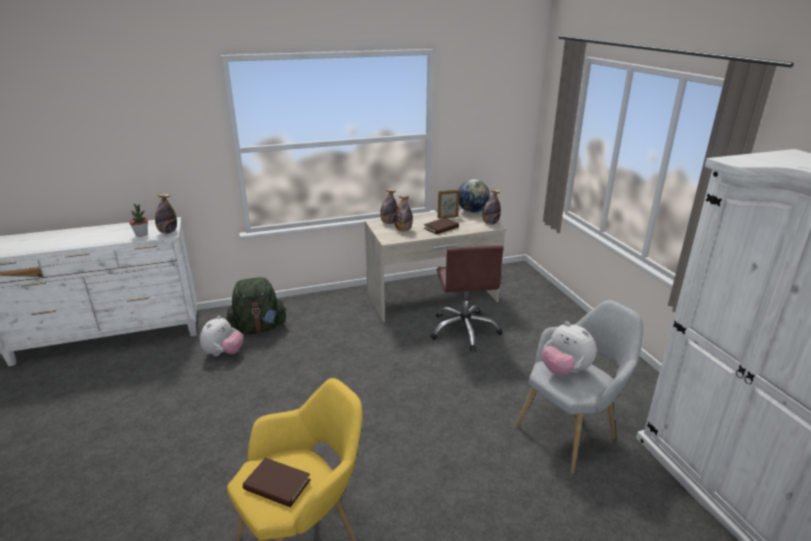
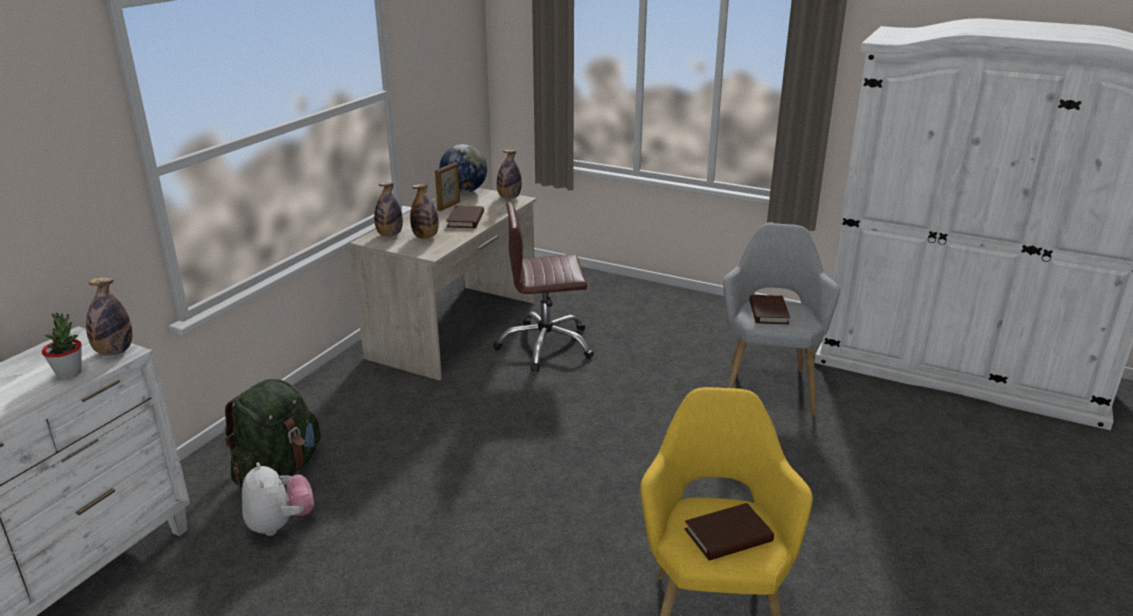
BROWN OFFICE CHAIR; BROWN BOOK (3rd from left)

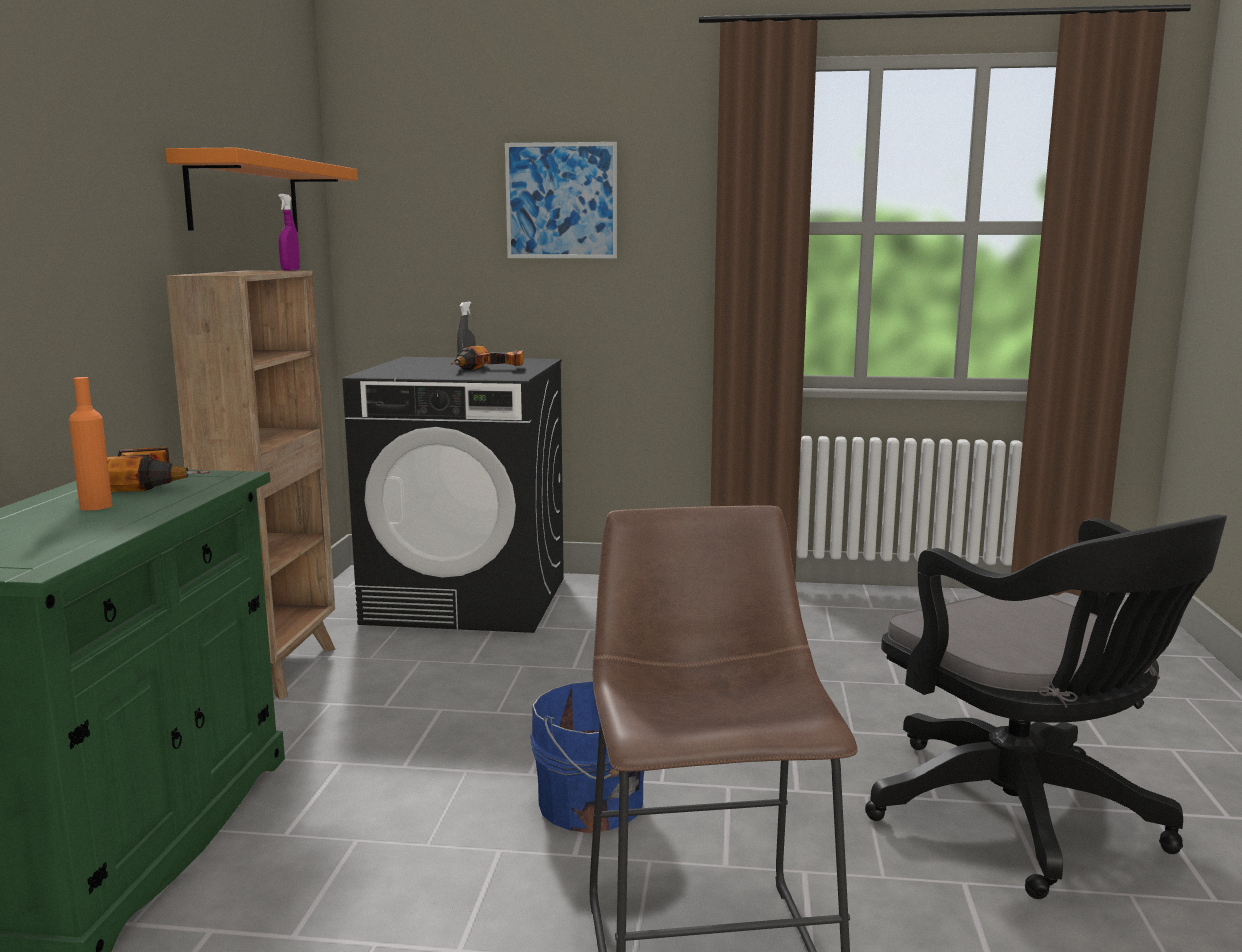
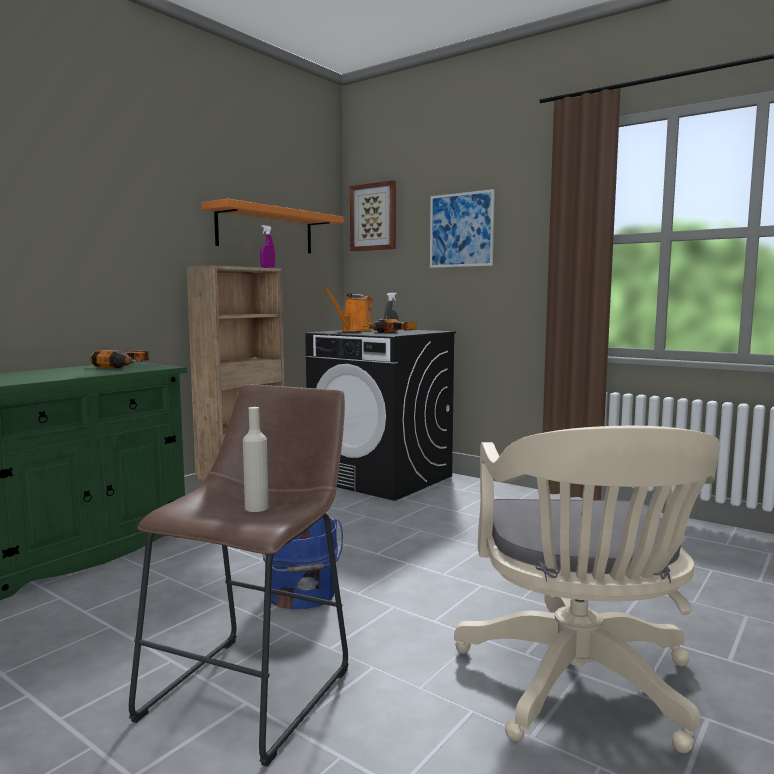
BEIGE BOTTLE; ORANGE WATERING CAN; PICTURE (1st from left); BEIGE OFFICE CHAIR; ORANGE BOTTLE

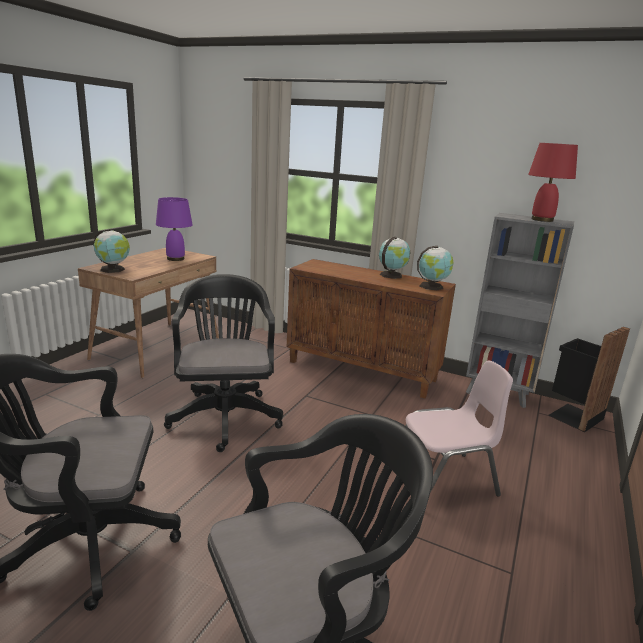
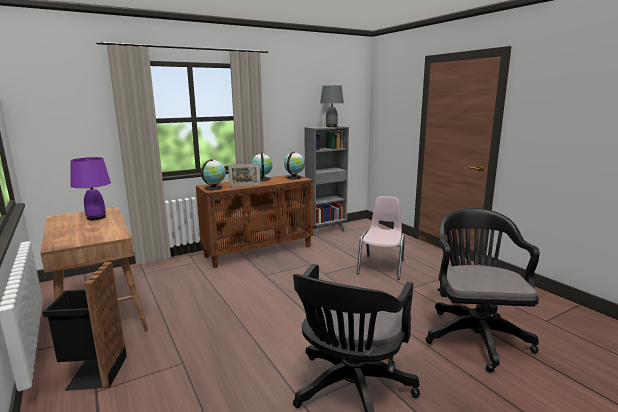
BLACK TRASH CAN; GLOBE (1st from left); PICTURE FRAME; GREY TABLE LAMP; BLACK OFFICE CHAIR (2nd from left in the first image)

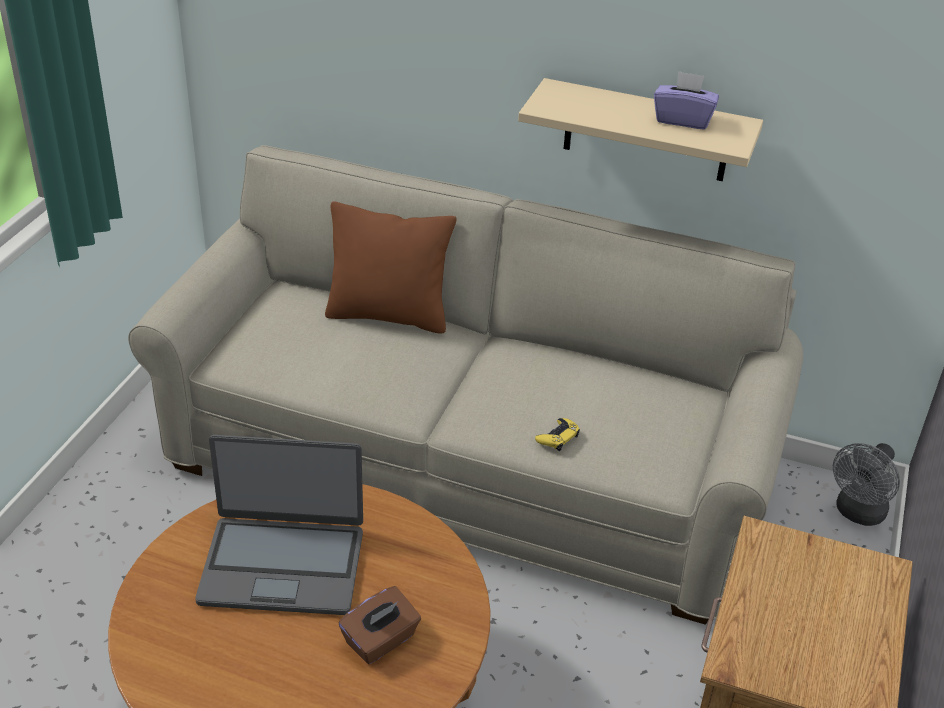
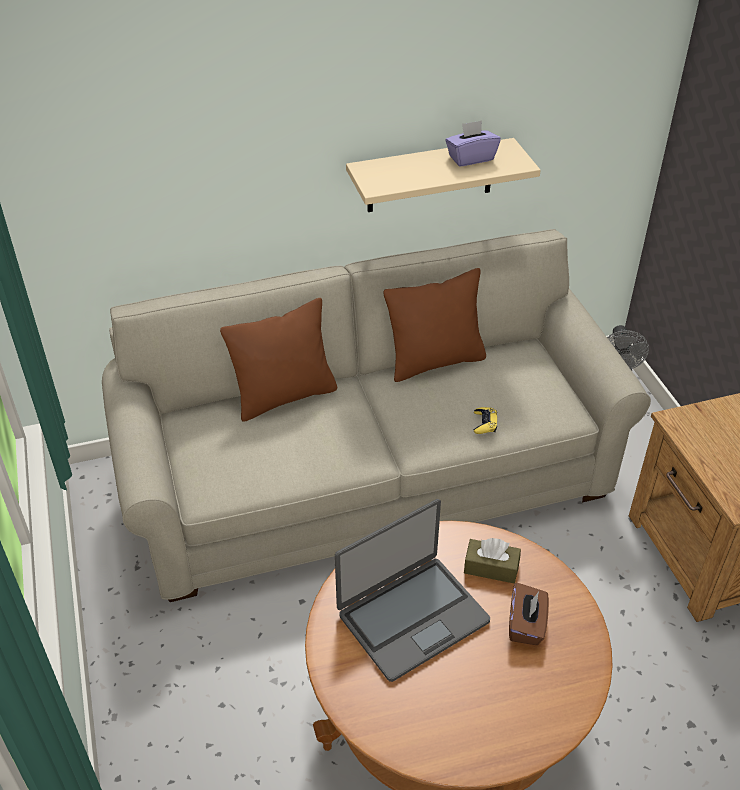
BROWN PILLOW (2nd from left); BROWN TISSUE BOX (1st from left)

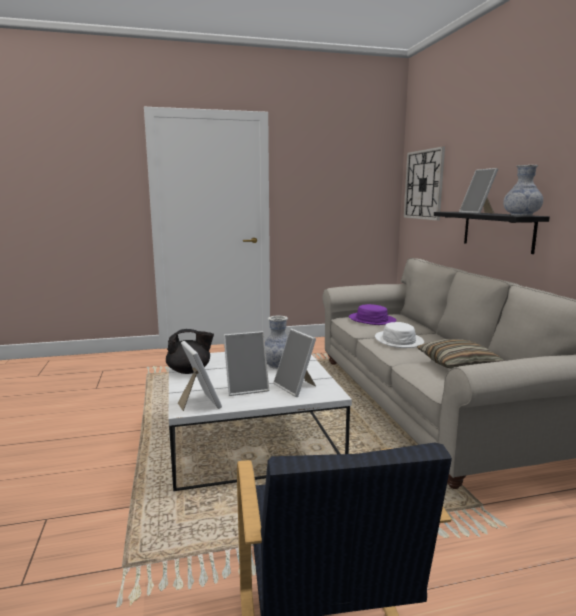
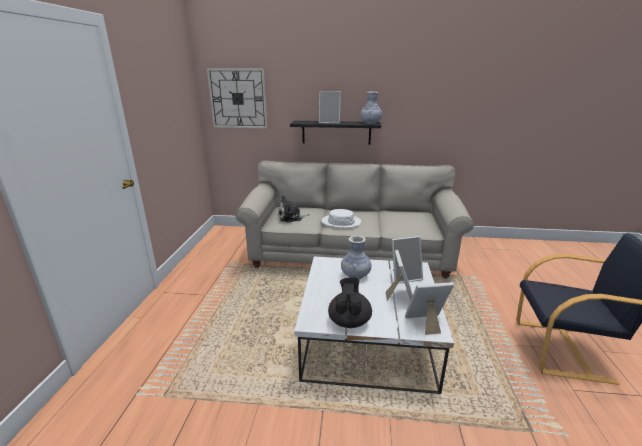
PLUSH TOY; PILLOW

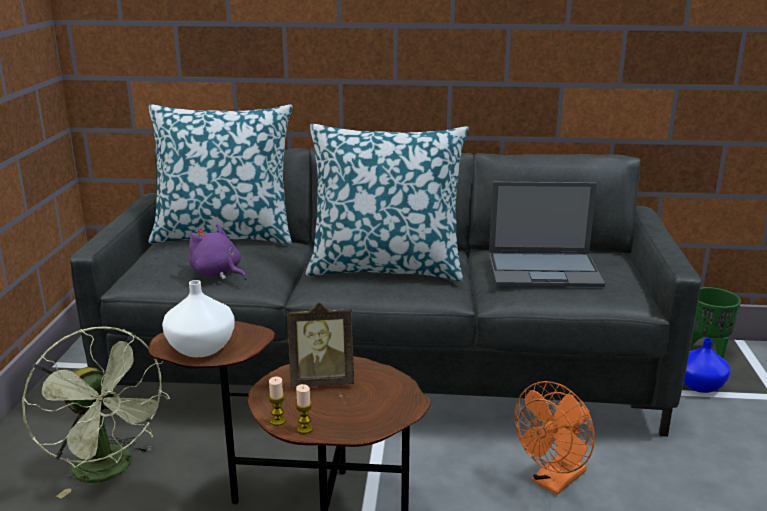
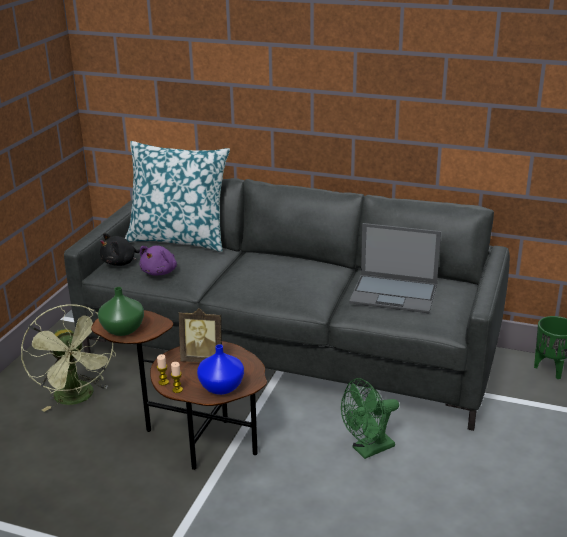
GREEN VASE; BLACK PLUSH TOY; PURPLE PLUSH TOY; BLUE VASE; GREEN FAN (2nd from left); PILLOW (2nd from left in the first image)

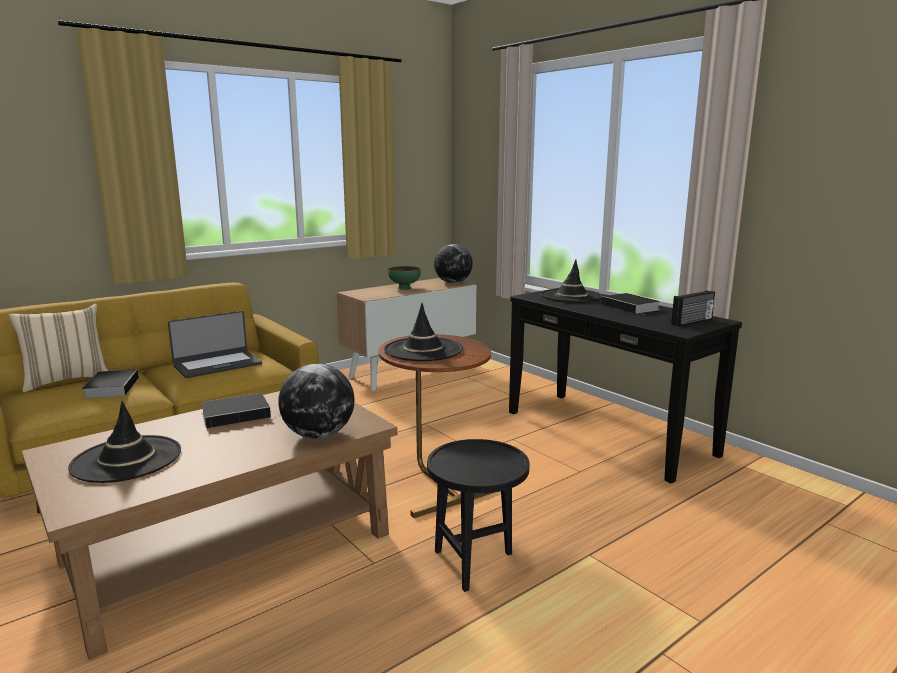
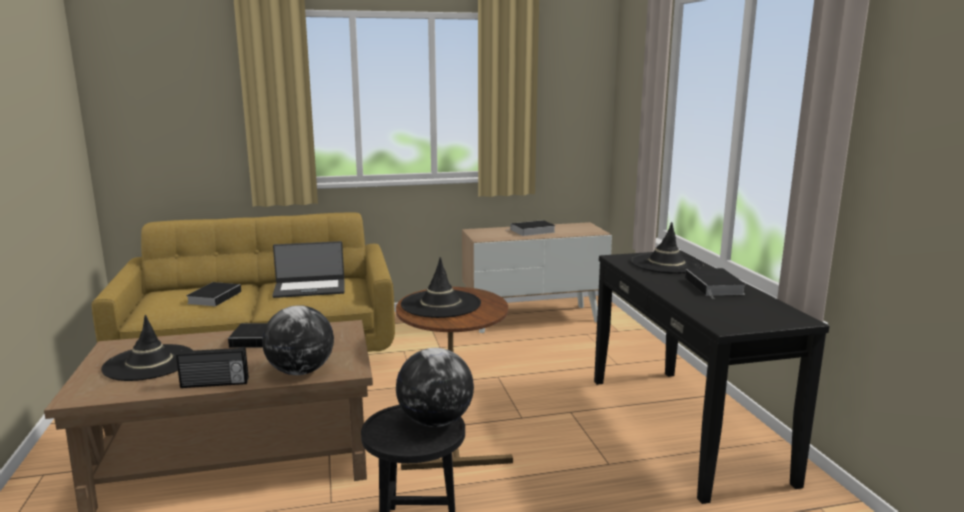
RADIO; GLOBE (2nd from left); BOOK (3rd from left); BEIGE PILLOW

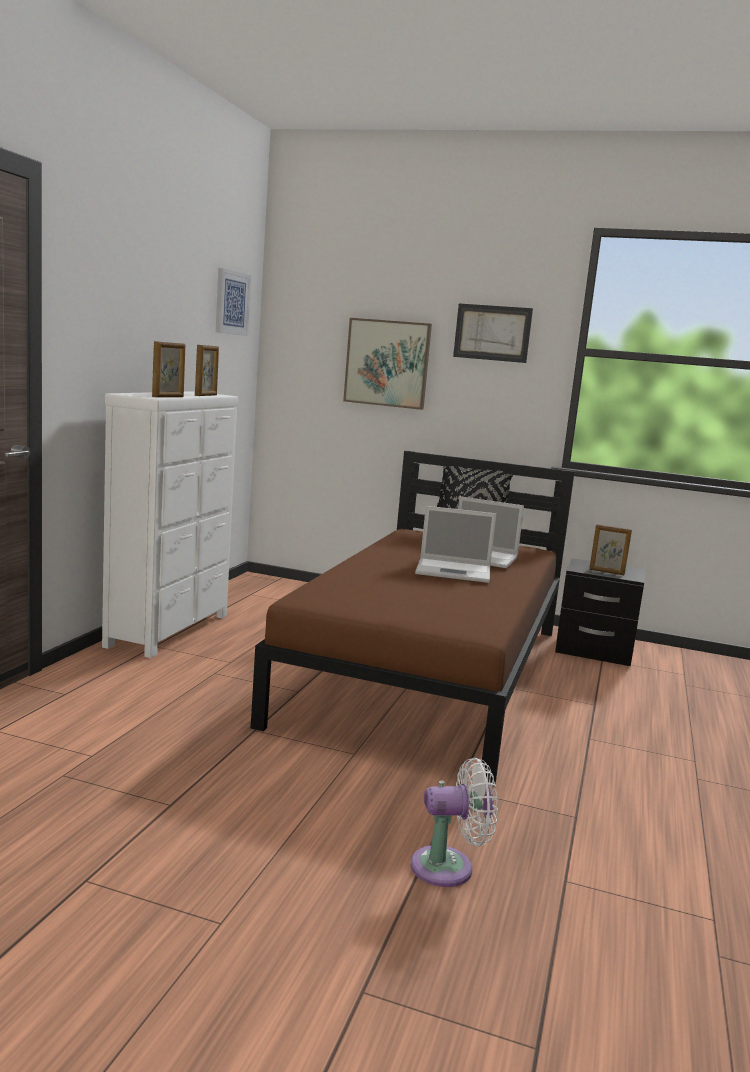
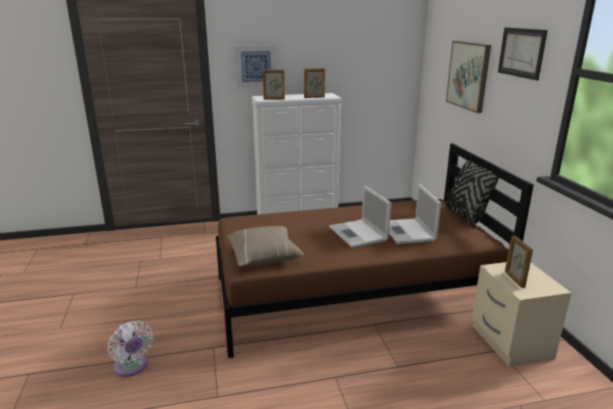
BEIGE PILLOW; PICTURE (1st from left); BEIGE NIGHTSTAND

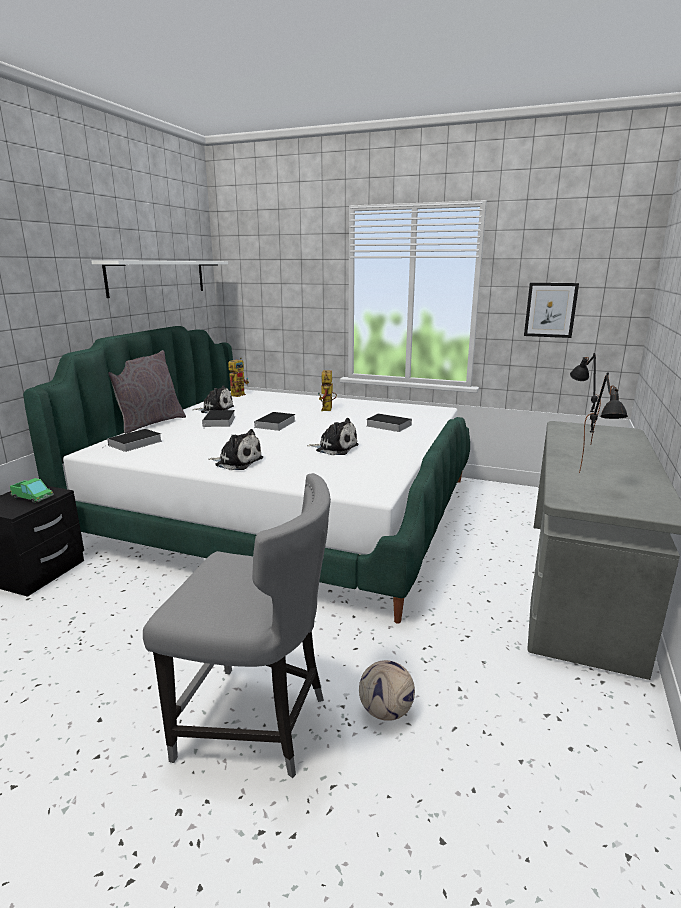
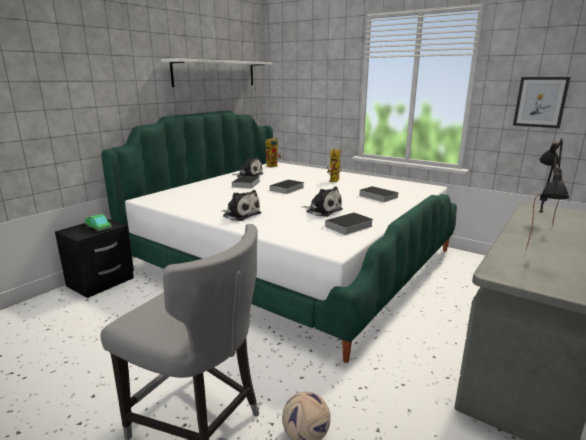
BOOK (3rd from left); GREY PILLOW

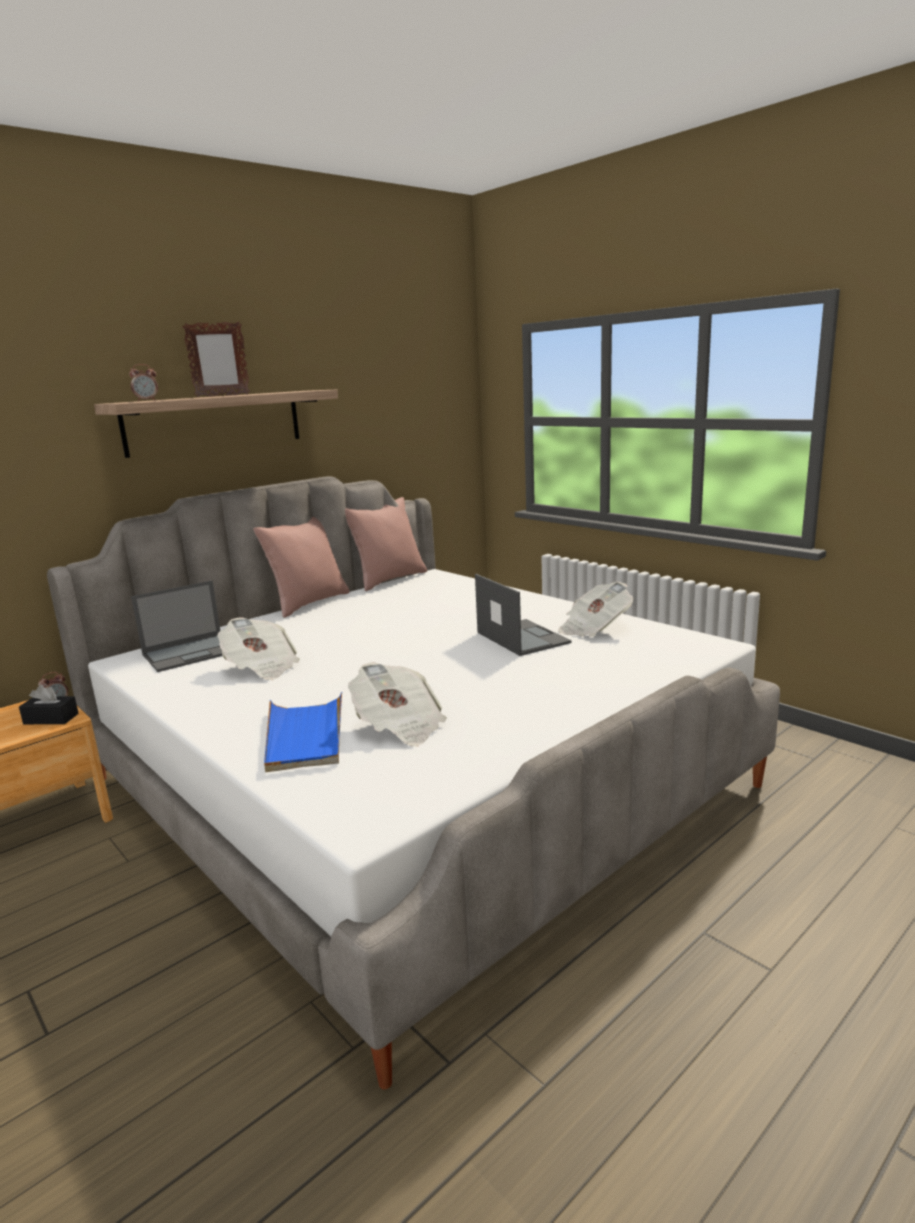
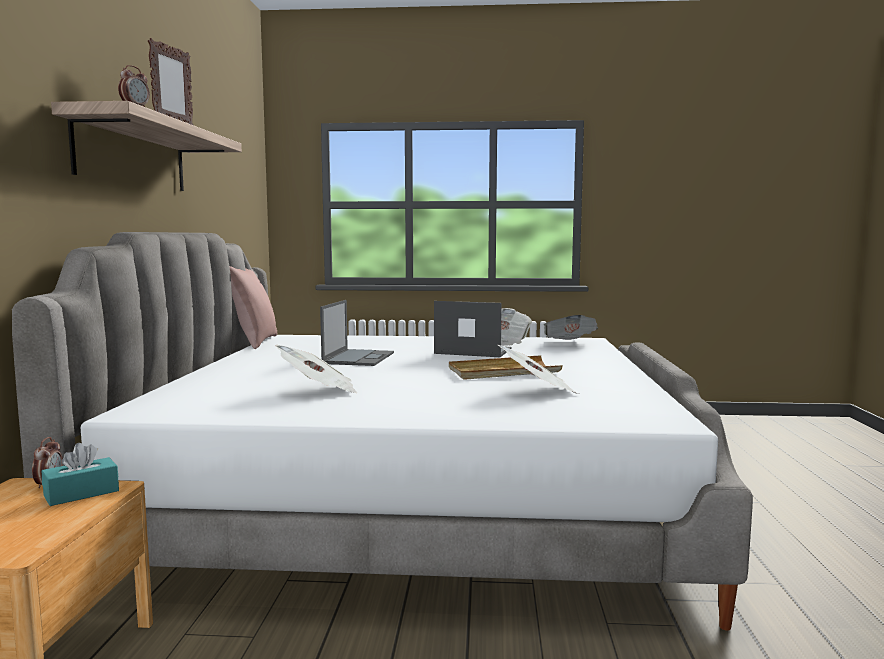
TURQUOISE TISSUE BOX; LAPTOP (1st from left); BEIGE TRAY; NEWSPAPER (4th from left); PINK PILLOW (1st from left in the first image); BLUE TRAY

